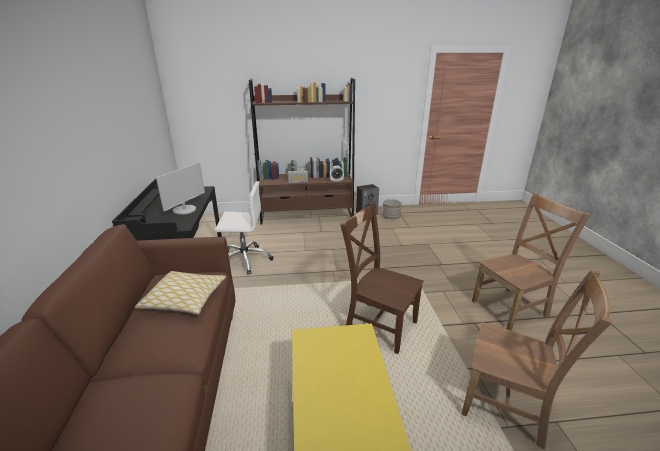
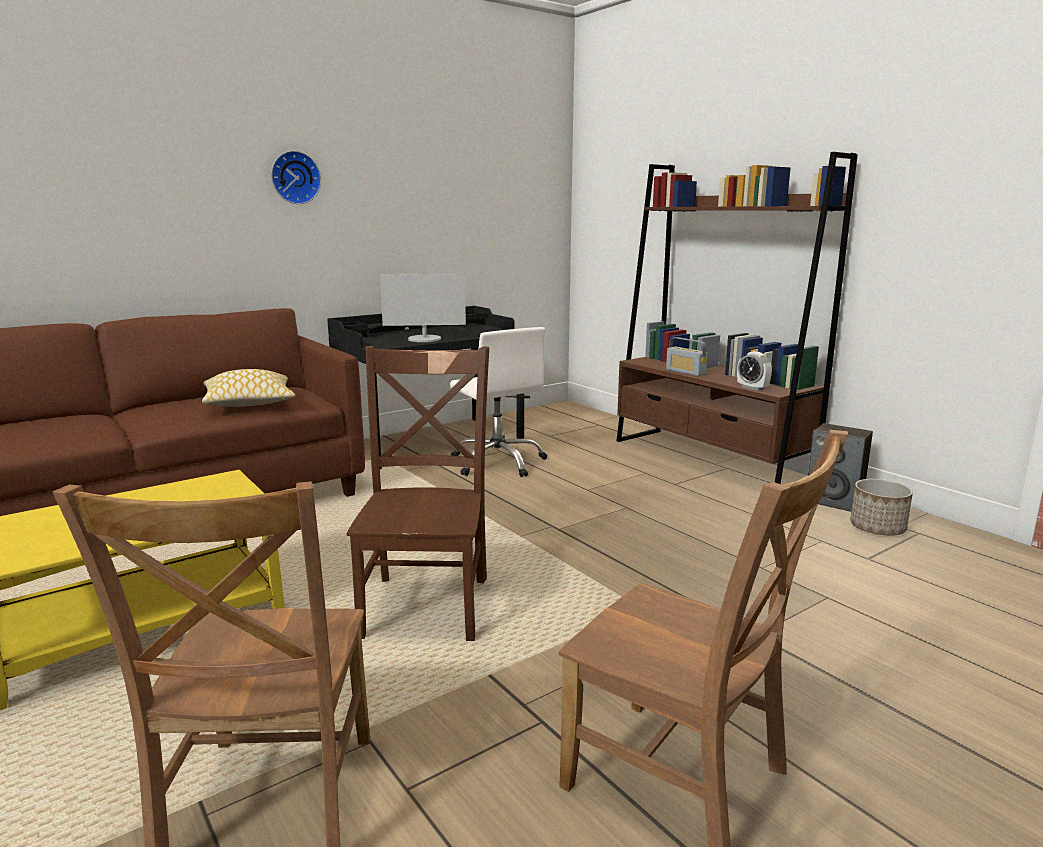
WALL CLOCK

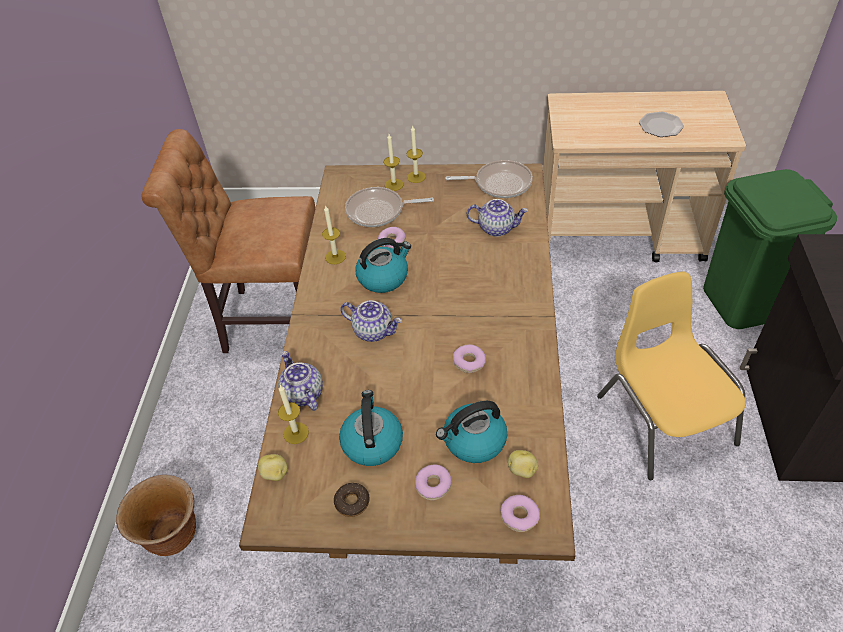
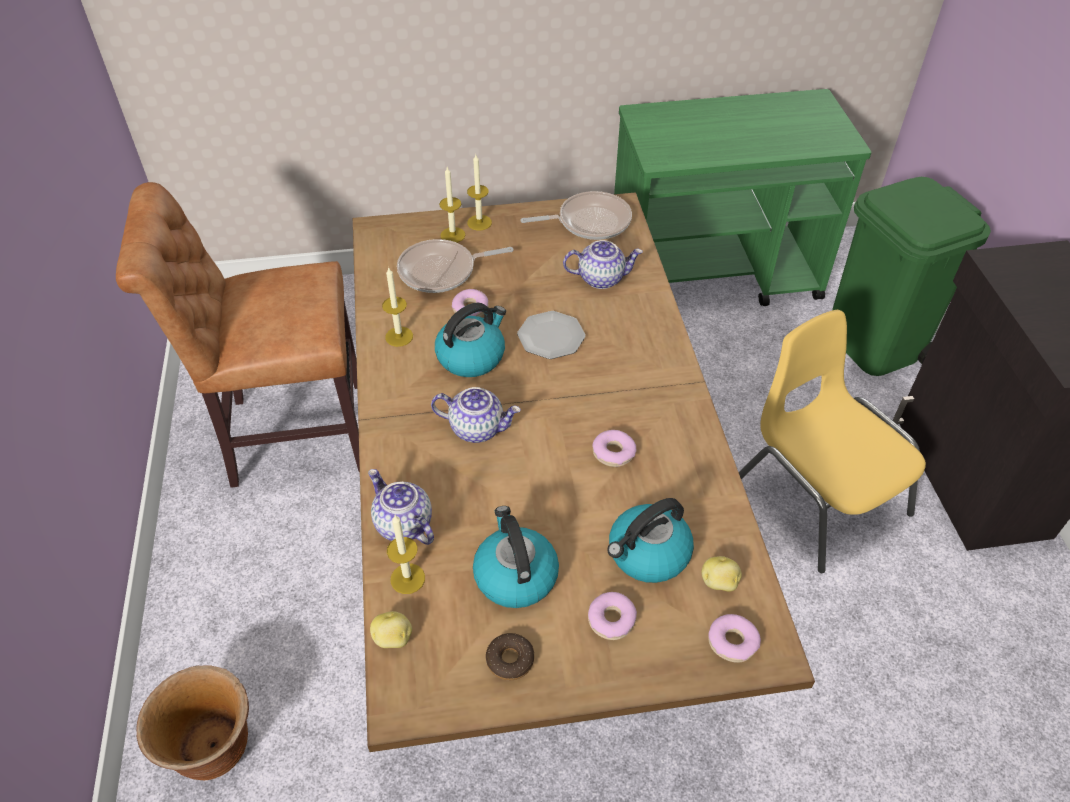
PLATE; GREEN CART

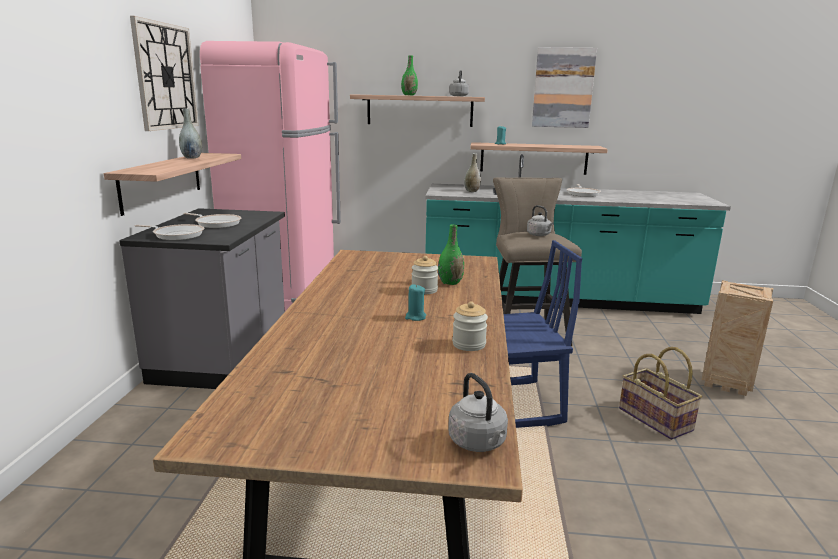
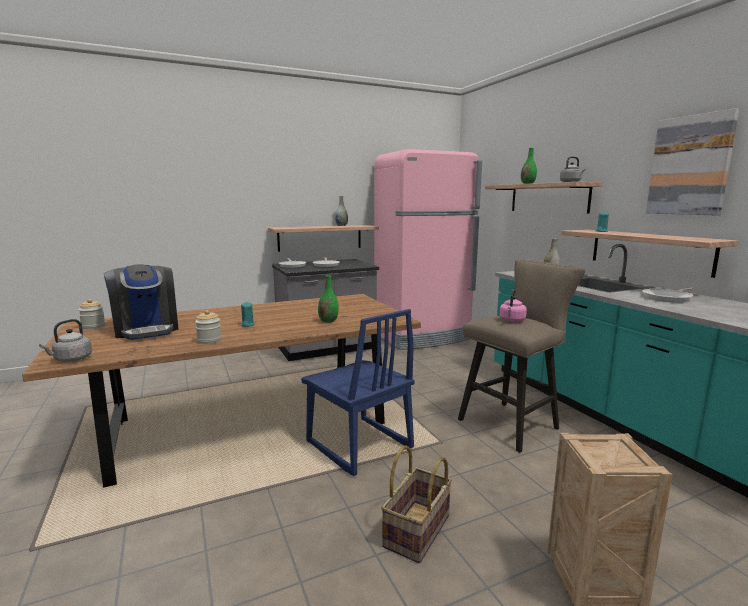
JAR (1st from left); COFFEE MACHINE; PINK KETTLE; WALL CLOCK

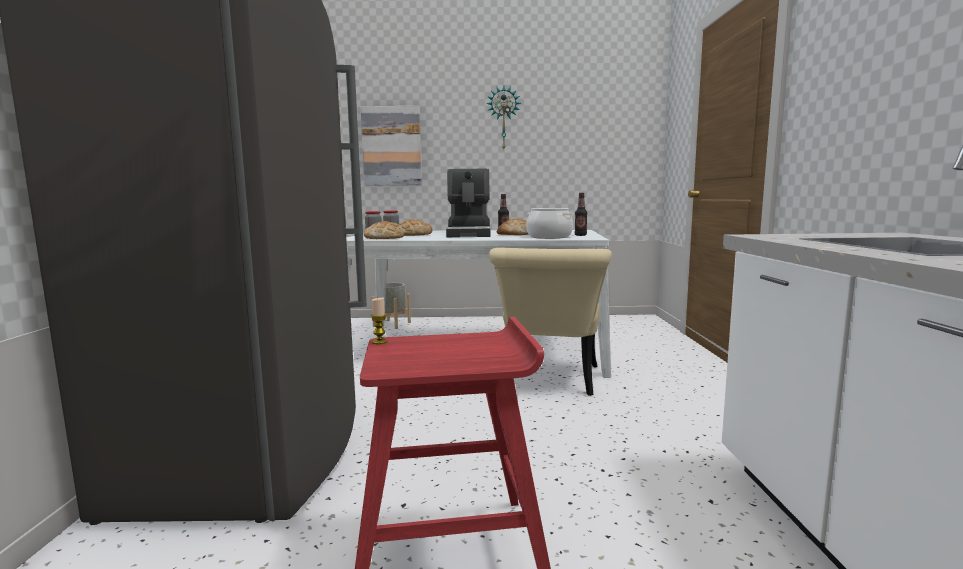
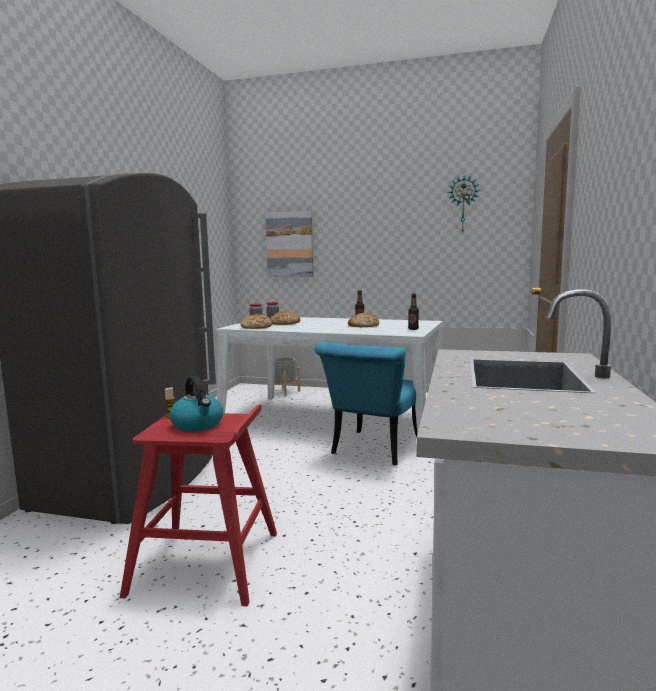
KETTLE; TURQUOISE CHAIR; WALL CLOCK; COFFEE MACHINE; COOKING POT

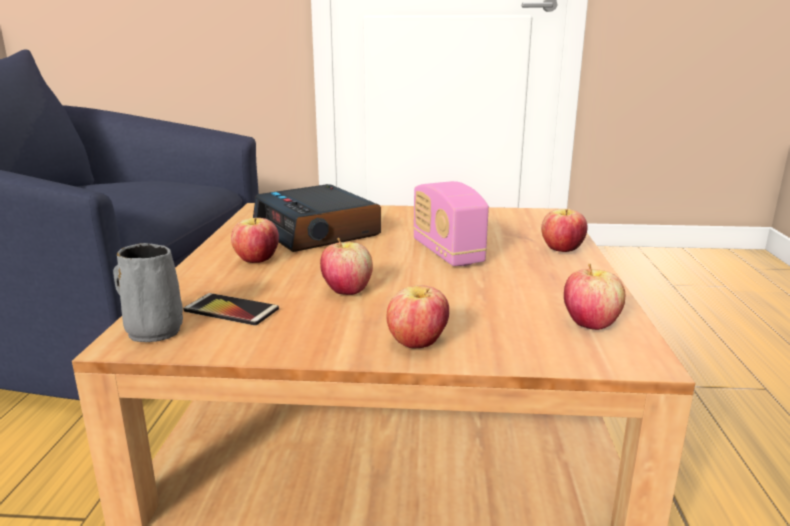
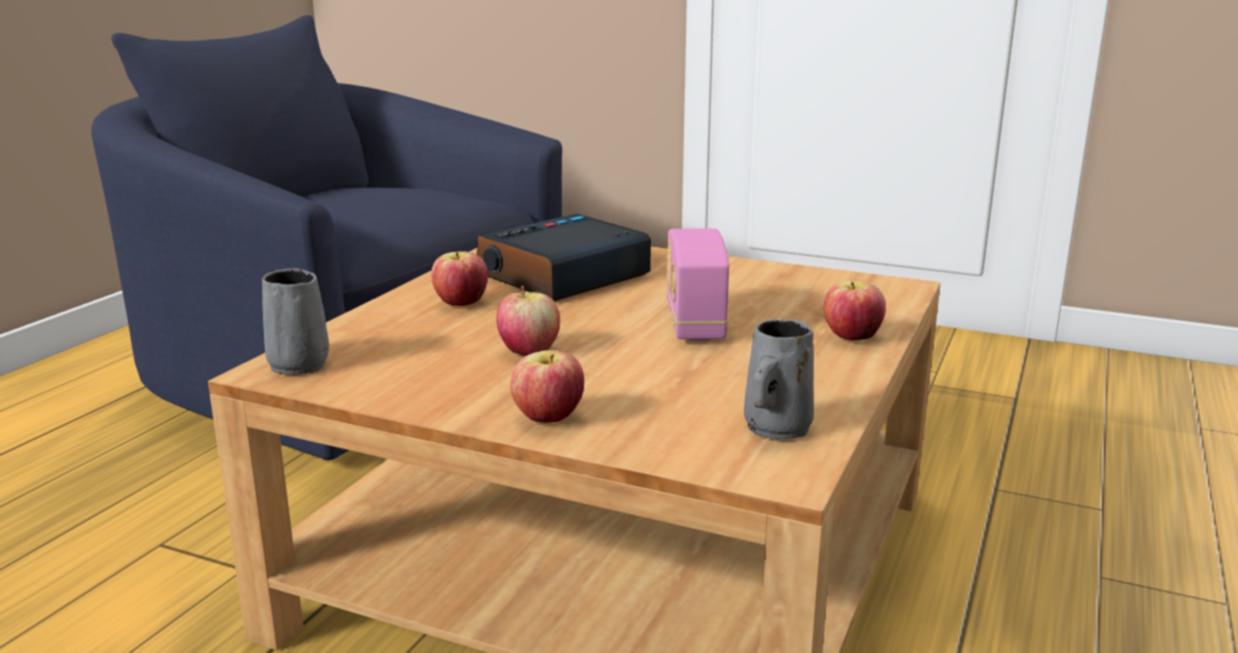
ALARM CLOCK; GREY MUG (2nd from left); PHONE

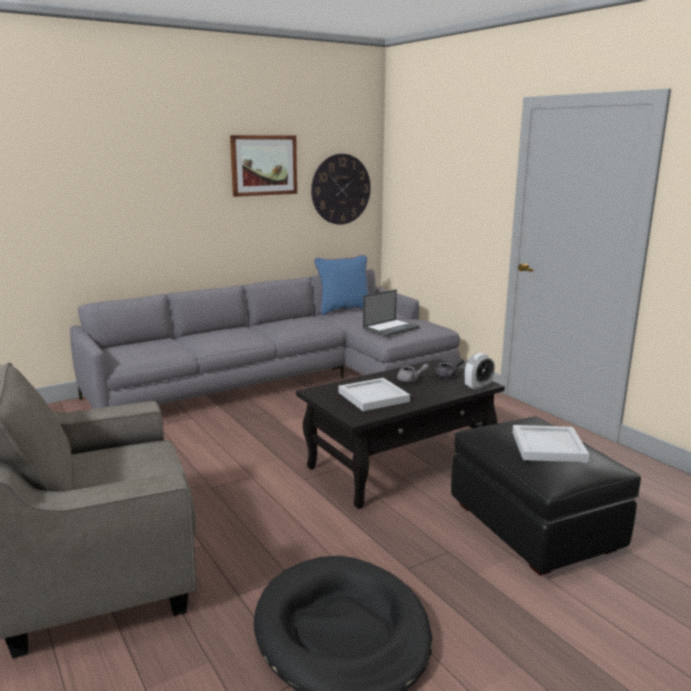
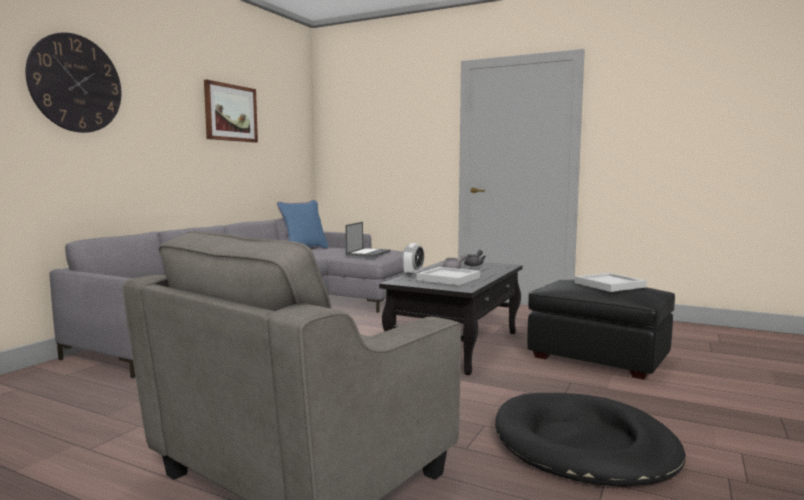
WALL CLOCK; ALARM CLOCK

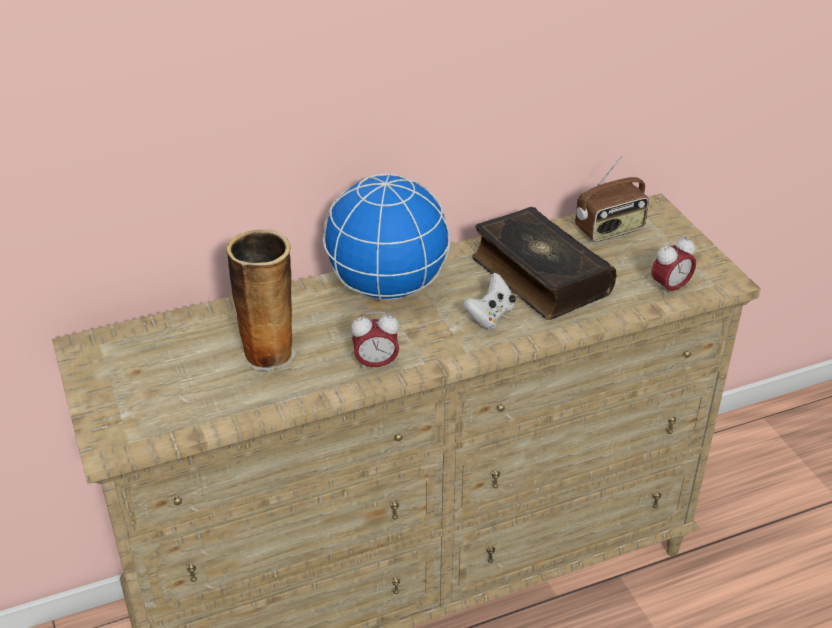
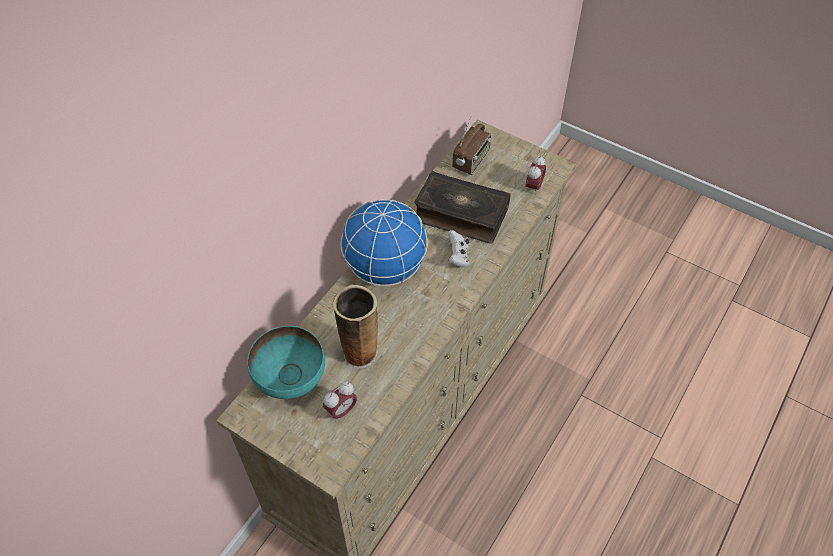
TURQUOISE BOWL; ALARM CLOCK (1st from left)

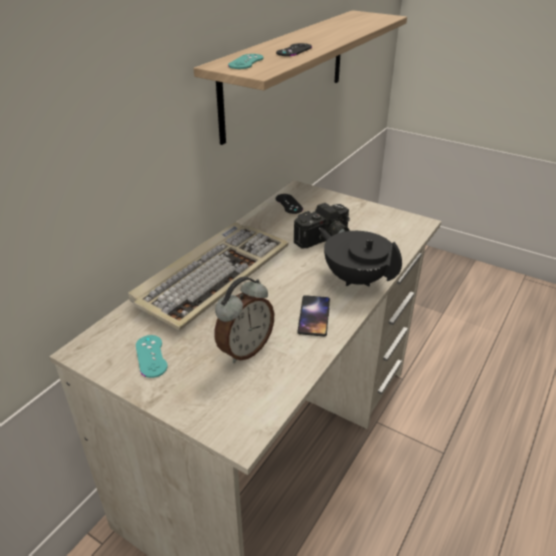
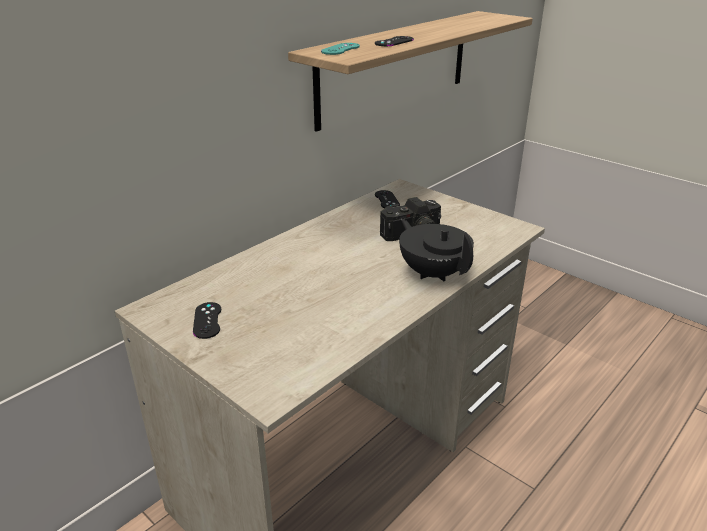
BLACK GAME CONTROLLER (1st from left); KEYBOARD; ALARM CLOCK; PHONE

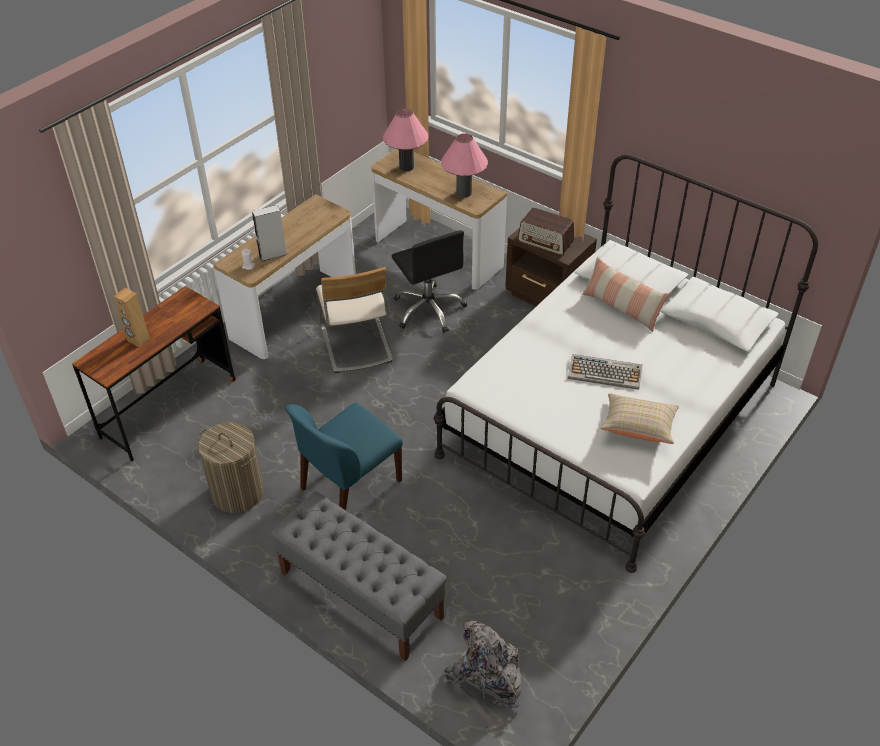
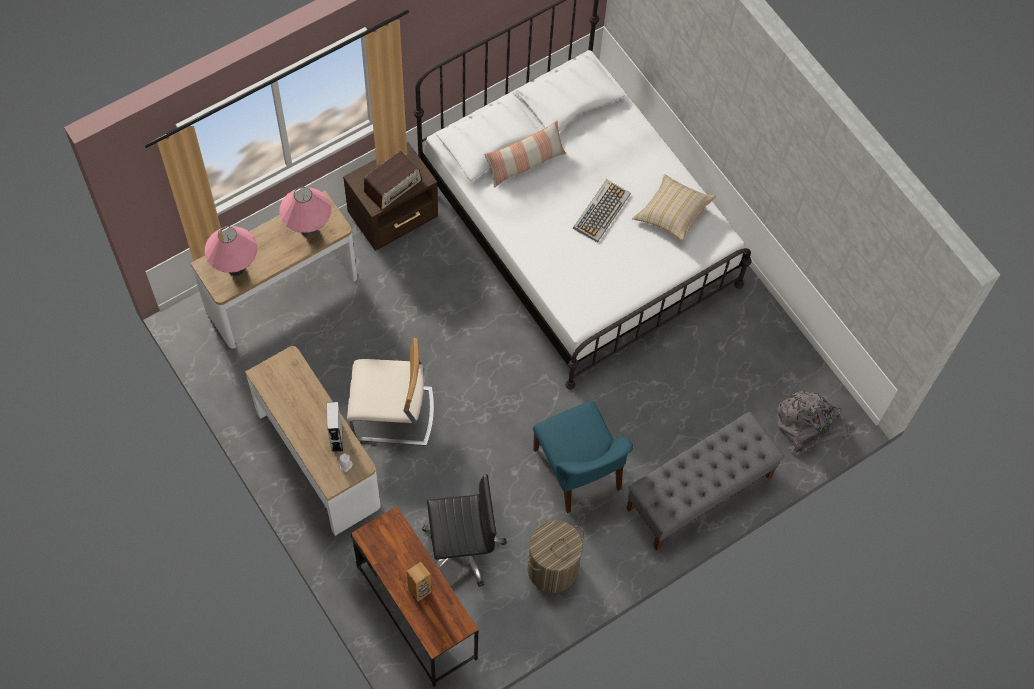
BLACK OFFICE CHAIR

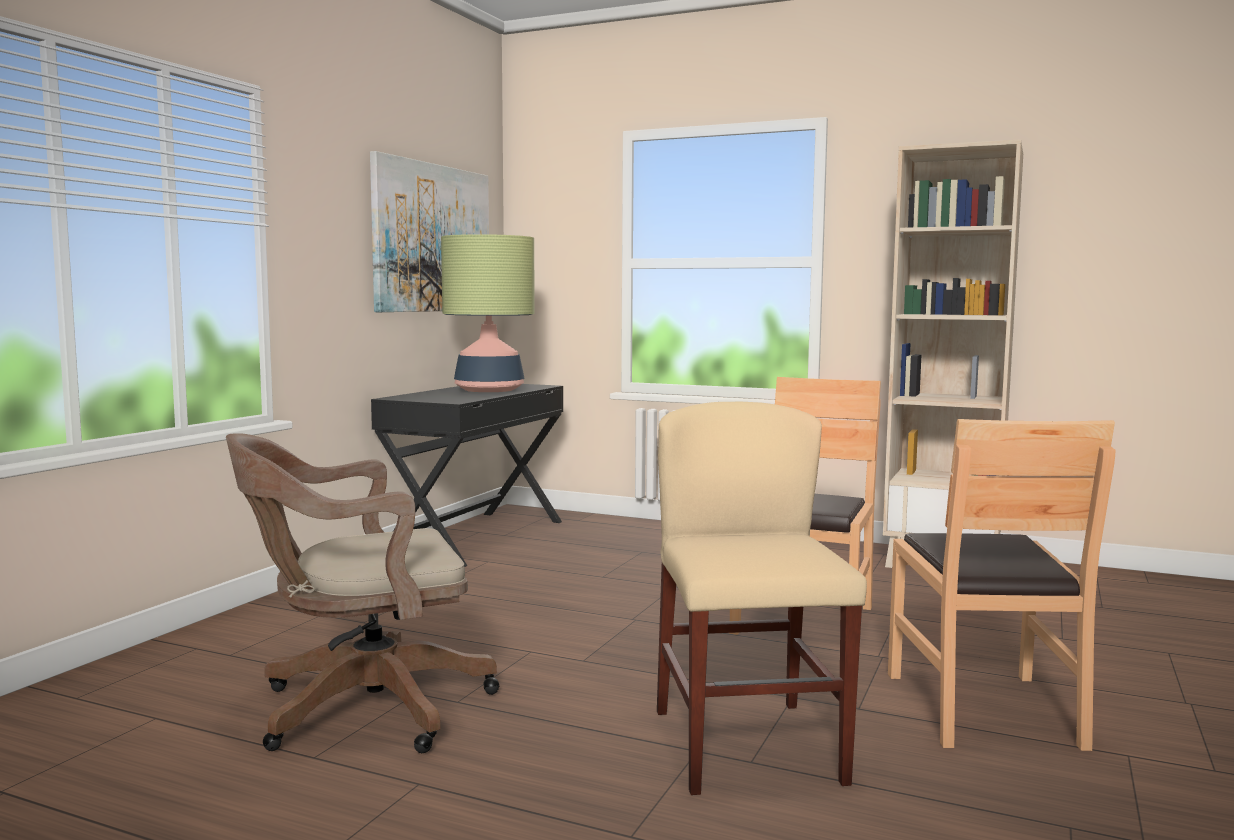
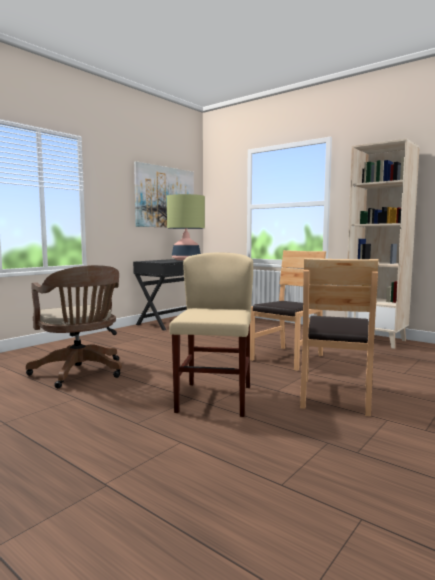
BROWN OFFICE CHAIR

